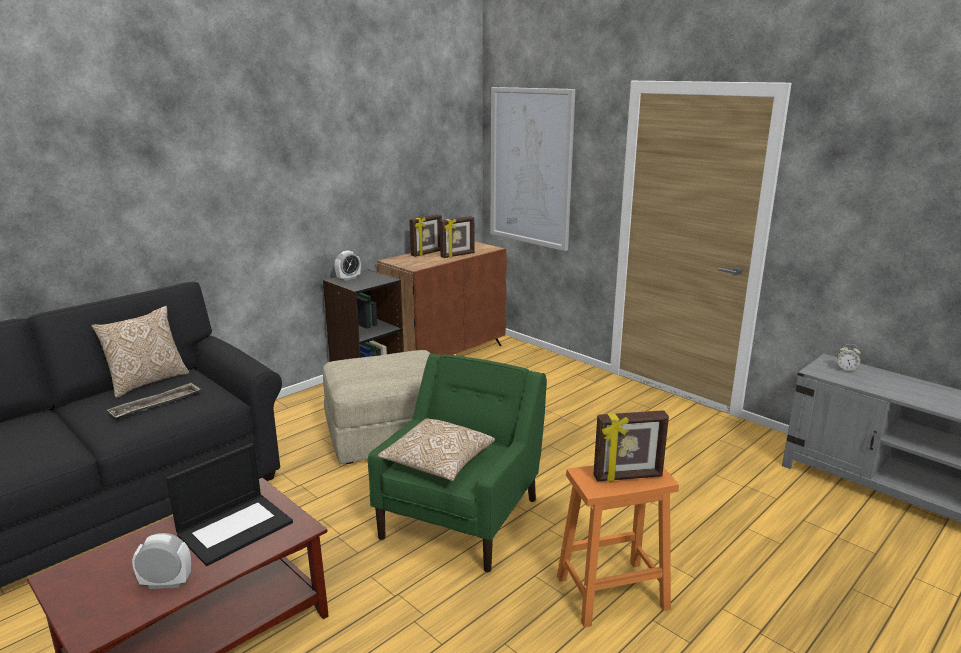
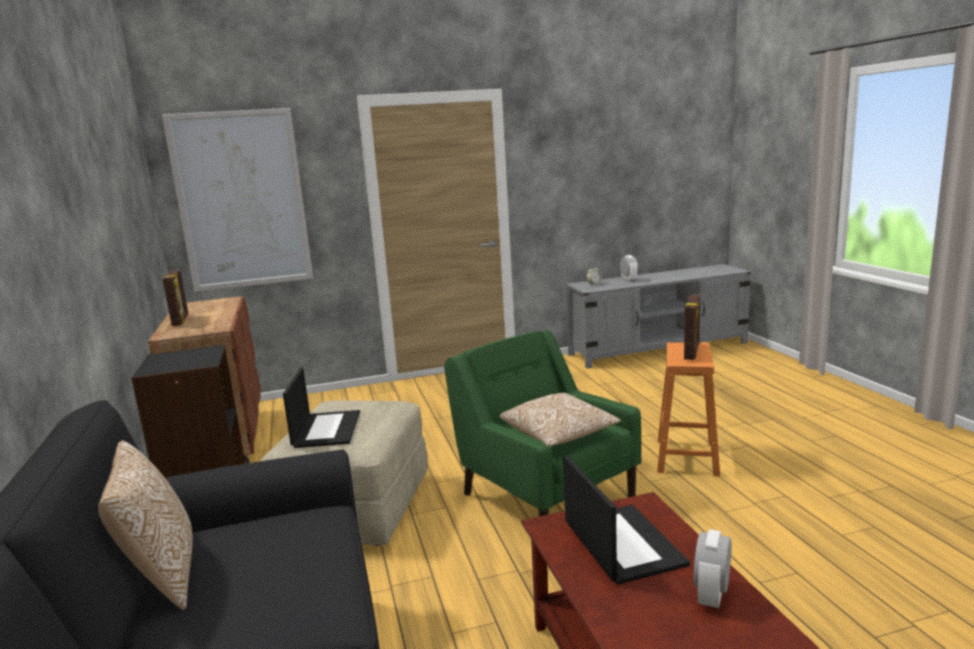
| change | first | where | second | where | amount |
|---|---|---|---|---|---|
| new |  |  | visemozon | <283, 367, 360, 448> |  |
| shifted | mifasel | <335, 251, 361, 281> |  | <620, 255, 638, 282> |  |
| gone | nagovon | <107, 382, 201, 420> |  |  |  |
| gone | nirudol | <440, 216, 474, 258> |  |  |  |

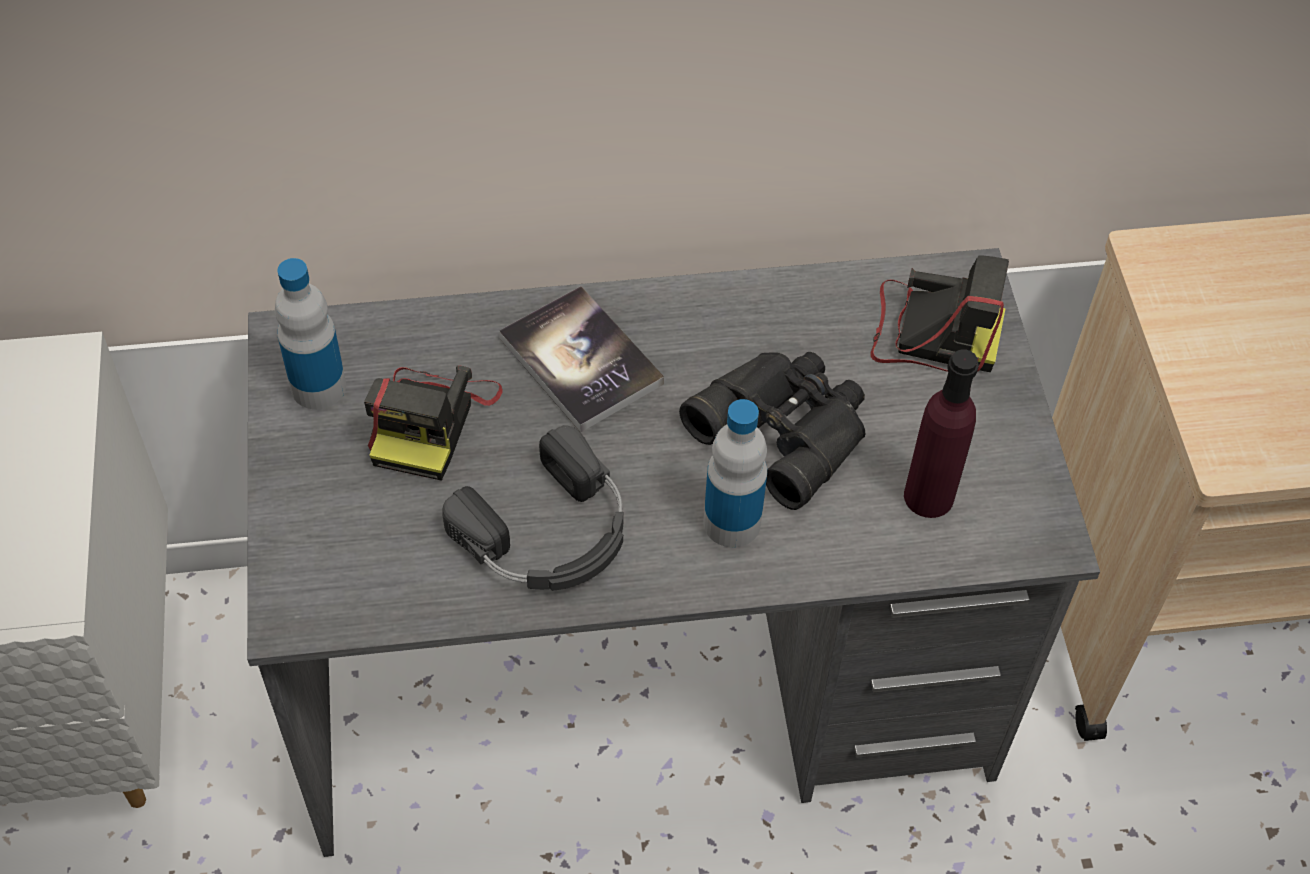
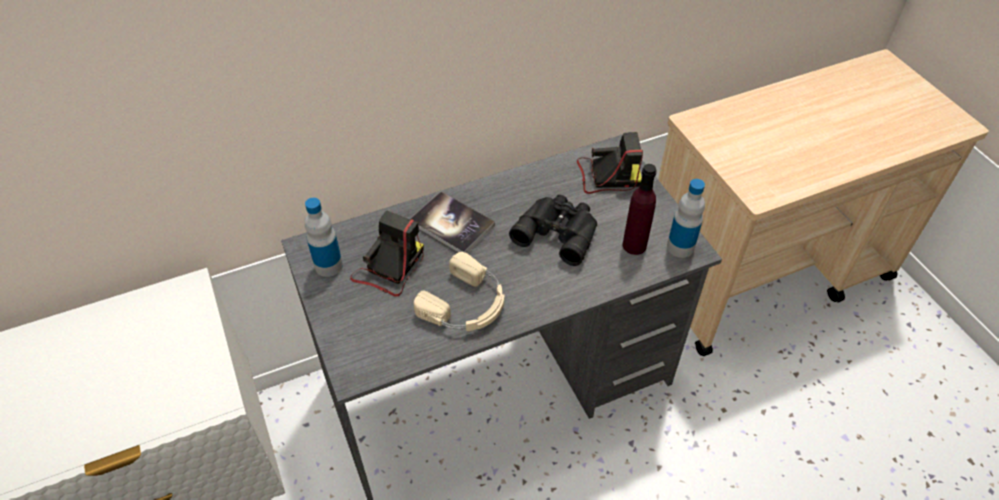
| change | first | where | second | where | amount |
|---|---|---|---|---|---|
| rotated | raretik | <364, 365, 503, 481> |  | <350, 210, 424, 297> | 150 degrees counterclockwise |
| repainted | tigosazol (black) | <442, 425, 623, 591> | tigosazol (beige) | <414, 252, 505, 331> |  |
| shifted | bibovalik | <704, 399, 767, 547> |  | <667, 179, 705, 258> |  |

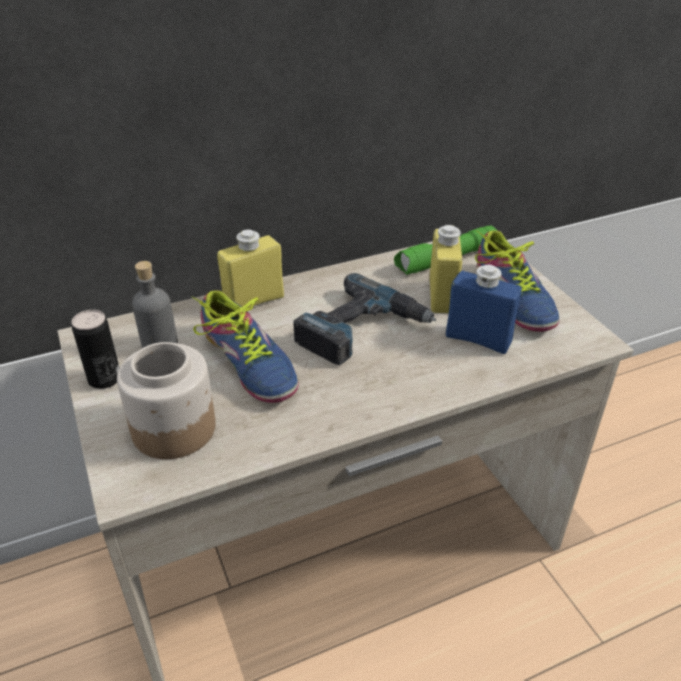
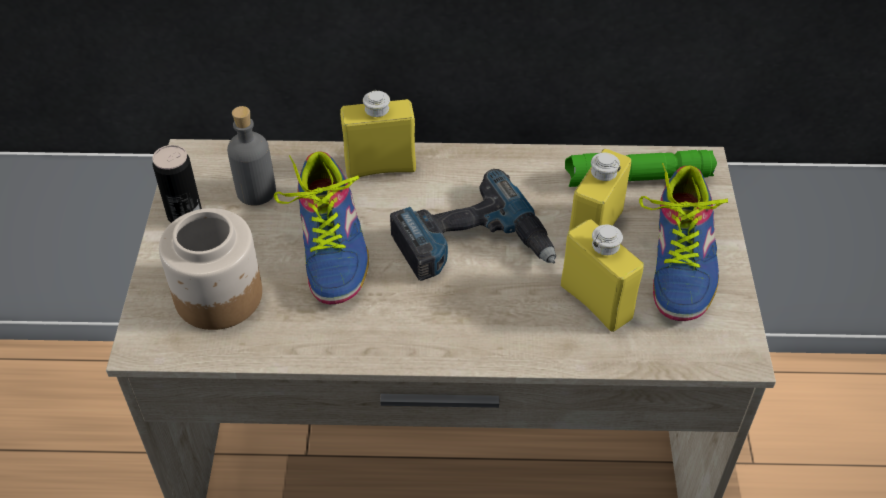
| change | first | where | second | where | amount |
|---|---|---|---|---|---|
| repainted | bibovalik (blue) | <446, 265, 522, 354> | bibovalik (yellow) | <561, 219, 644, 332> |  |

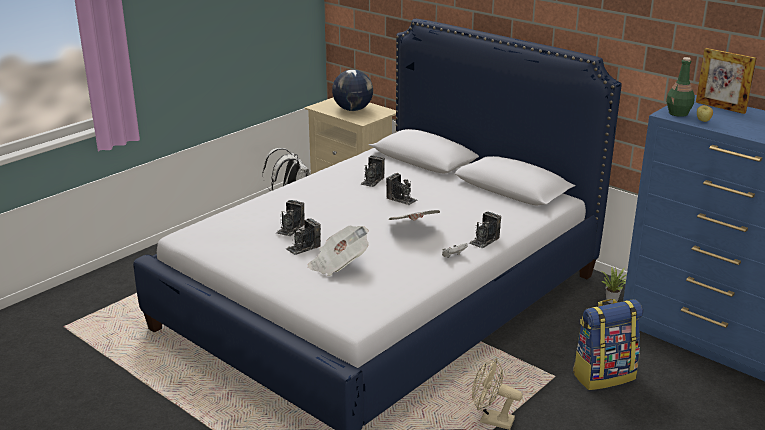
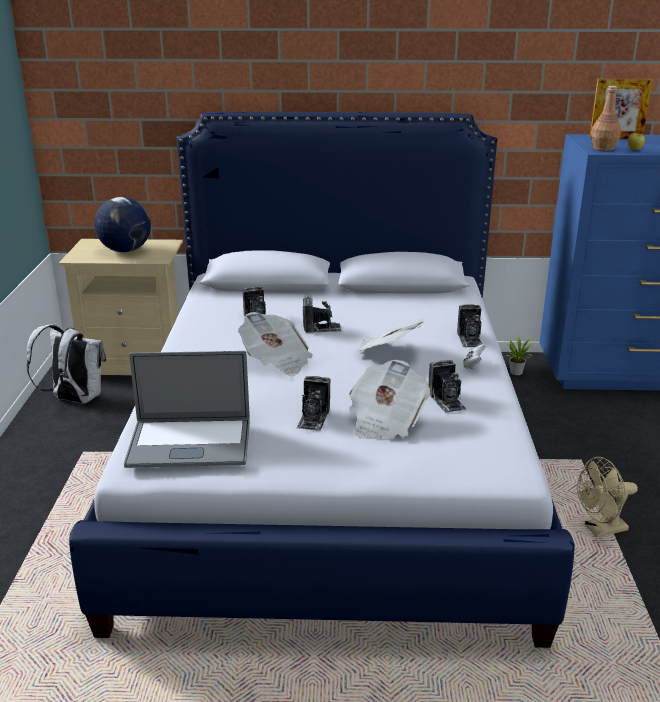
| change | first | where | second | where | amount |
|---|---|---|---|---|---|
| new |  |  | visemozon | <124, 351, 250, 468> |  |
| new |  |  | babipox | <238, 312, 313, 376> |  |
| shifted | raretik | <277, 200, 305, 236> |  | <428, 360, 466, 413> |  |
| repainted | bibovalik (green) | <666, 57, 695, 117> | bibovalik (brown) | <591, 86, 621, 151> |  |
| gone | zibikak | <573, 299, 643, 390> |  |  |  |

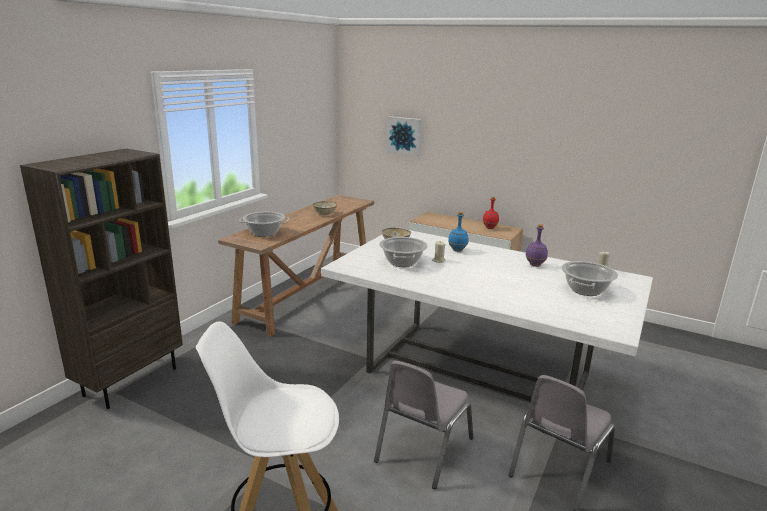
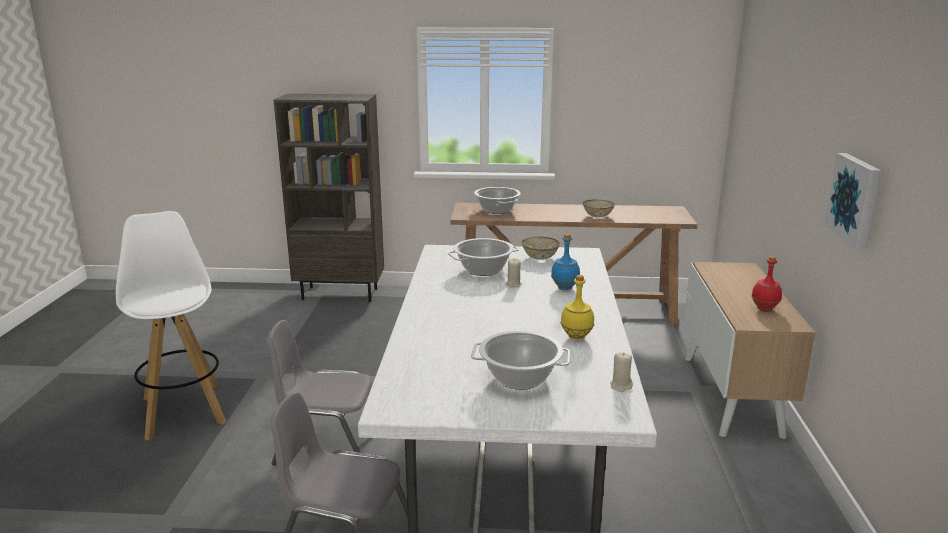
| change | first | where | second | where | amount |
|---|---|---|---|---|---|
| repainted | bibovalik (purple) | <525, 224, 548, 267> | bibovalik (yellow) | <561, 275, 594, 340> |  |
| shifted | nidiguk | <387, 116, 422, 156> |  | <824, 153, 881, 249> |  |

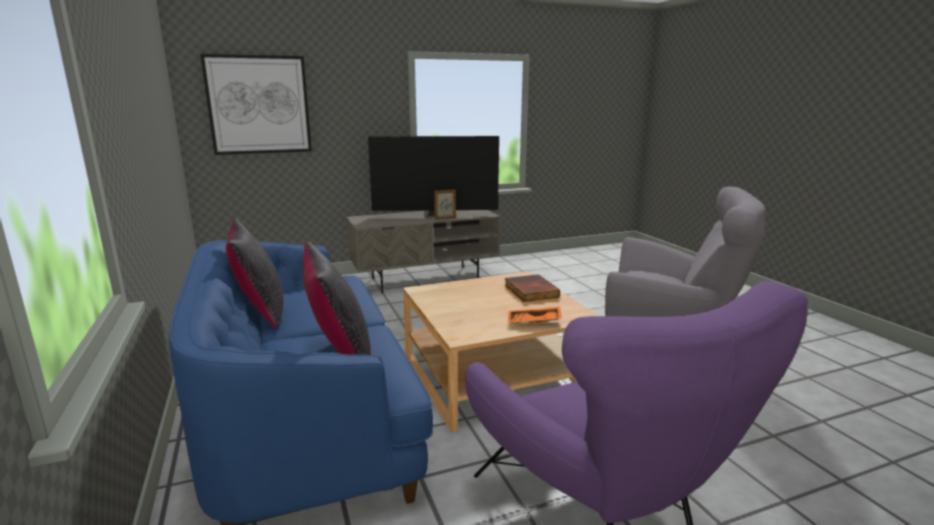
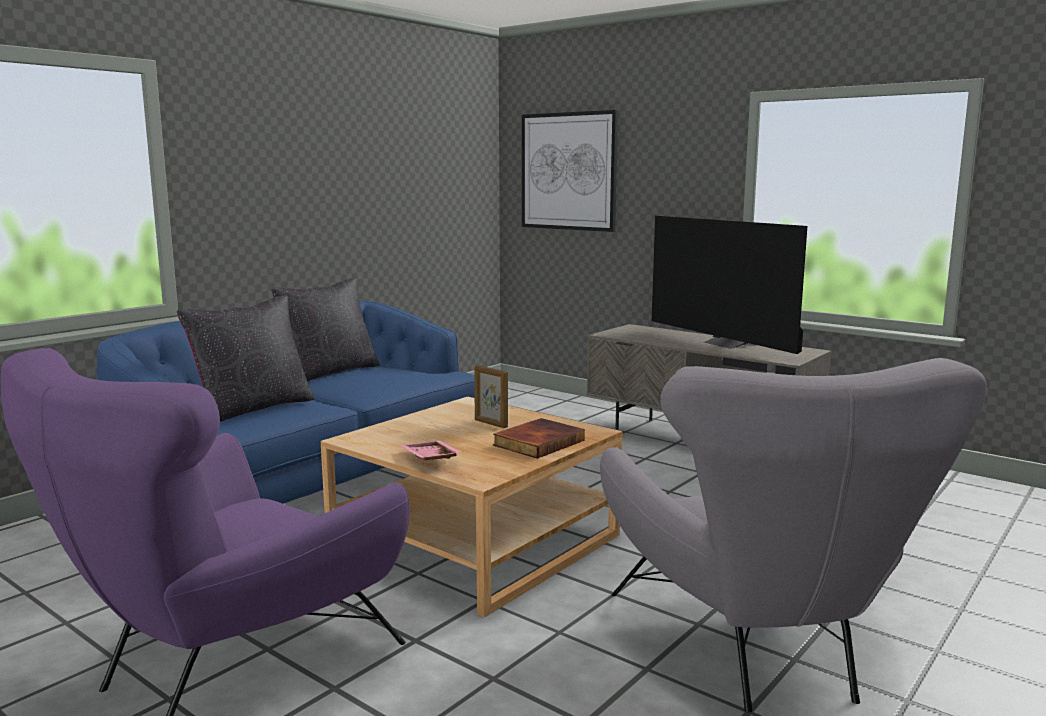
| change | first | where | second | where | amount |
|---|---|---|---|---|---|
| repainted | nagovon (orange) | <508, 307, 562, 323> | nagovon (pink) | <400, 440, 463, 460> |  |
| shifted | nirudol | <434, 190, 456, 219> |  | <474, 365, 508, 428> |  |

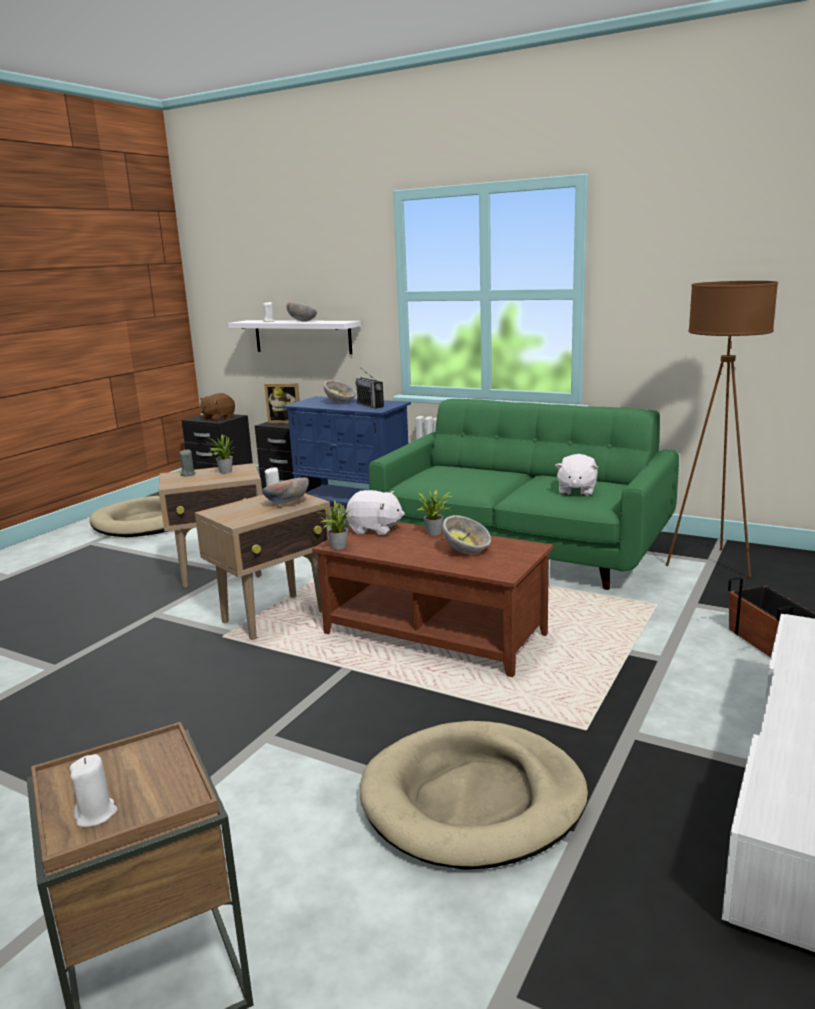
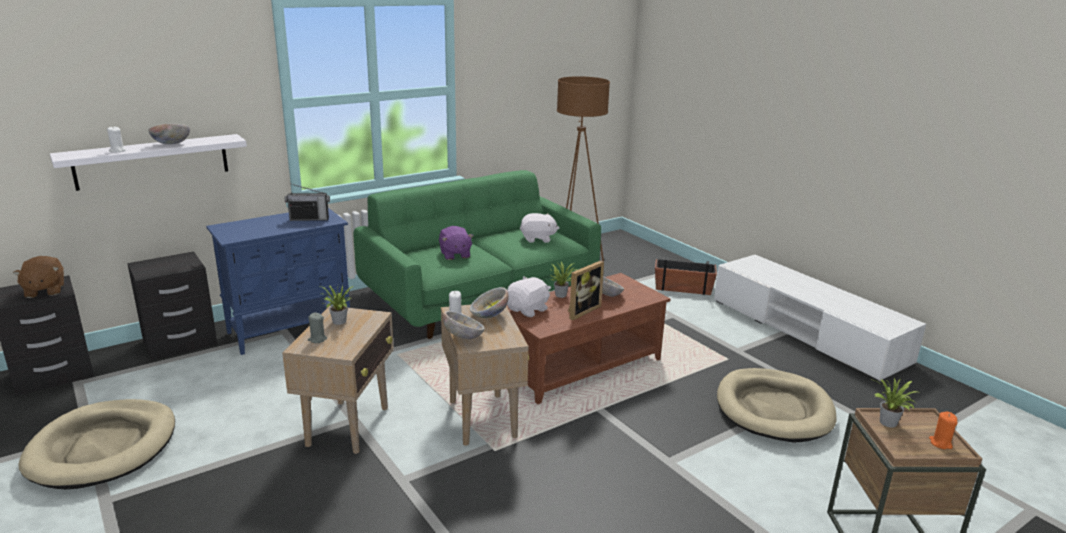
| change | first | where | second | where | amount |
|---|---|---|---|---|---|
| new |  |  | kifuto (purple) | <439, 226, 474, 260> |  |
| shifted | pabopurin | <323, 380, 356, 403> |  | <443, 311, 485, 339> |  |
| rotated | kifuto (white) | <555, 454, 598, 496> |  | <520, 213, 559, 243> | 45 degrees counterclockwise |
| shifted | nirudol | <264, 383, 300, 424> |  | <568, 260, 604, 320> |  |
| shifted | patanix | <316, 500, 350, 550> |  | <870, 378, 917, 428> |  |
| repainted | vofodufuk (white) | <70, 754, 118, 827> | vofodufuk (orange) | <929, 412, 957, 449> |  |

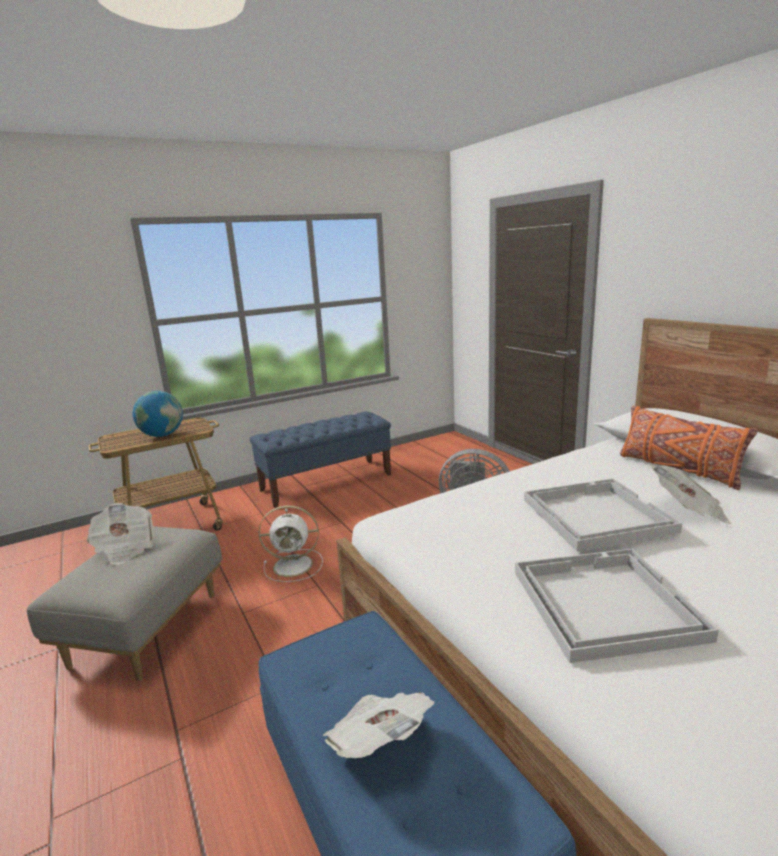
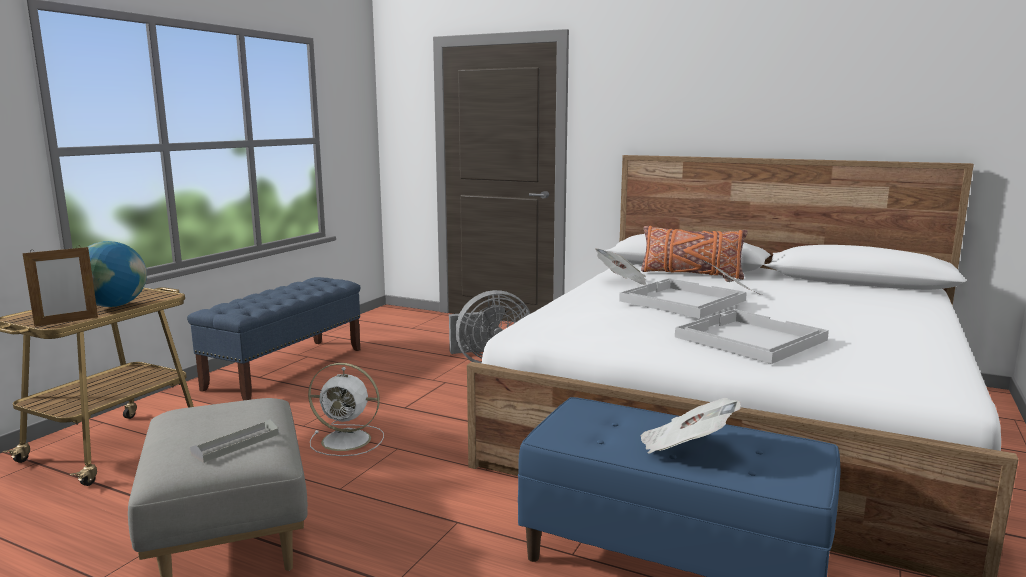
| change | first | where | second | where | amount |
|---|---|---|---|---|---|
| new |  |  | nirudol | <22, 245, 98, 327> |  |
| new |  |  | nagovon (grey) | <190, 419, 279, 463> |  |
| rotated | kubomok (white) | <258, 505, 323, 582> |  | <308, 363, 384, 456> | 45 degrees clockwise |
| shifted | babipox | <87, 503, 154, 565> |  | <595, 248, 647, 285> |  |

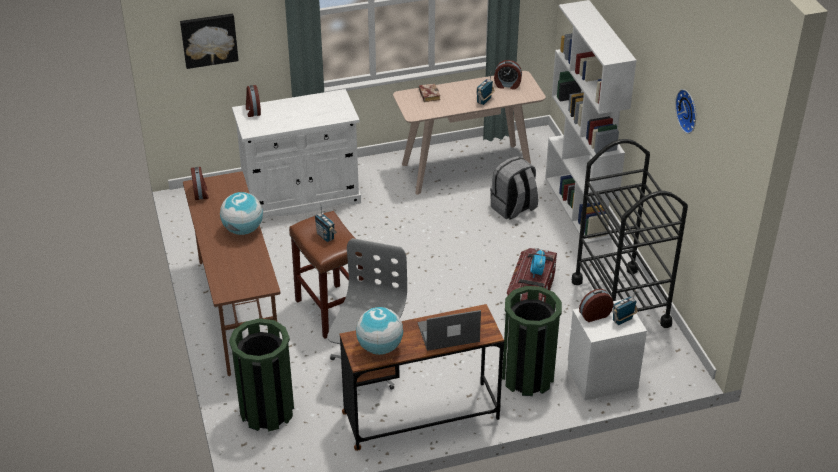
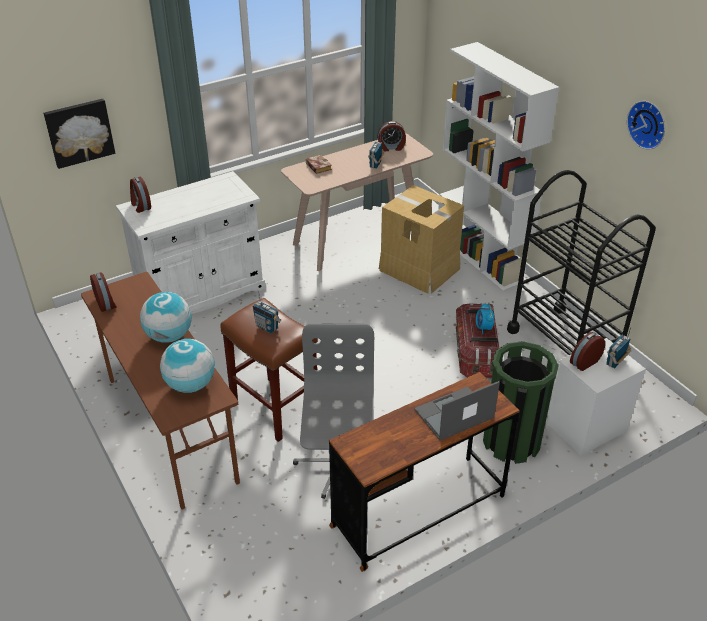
| change | first | where | second | where | amount |
|---|---|---|---|---|---|
| shifted | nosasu | <356, 307, 403, 355> |  | <160, 339, 215, 393> |  |
| swapped | zibikak (grey) | <490, 156, 538, 220> | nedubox | <379, 185, 464, 294> |  |
| gone | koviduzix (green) | <229, 318, 294, 432> |  |  |  |

